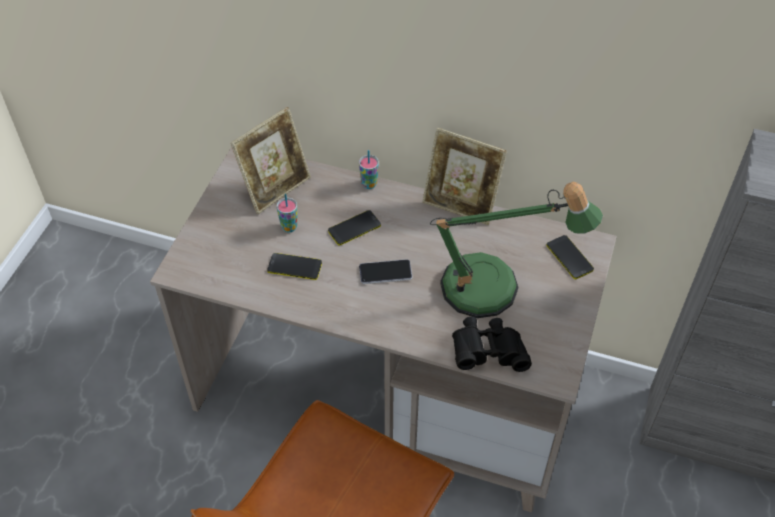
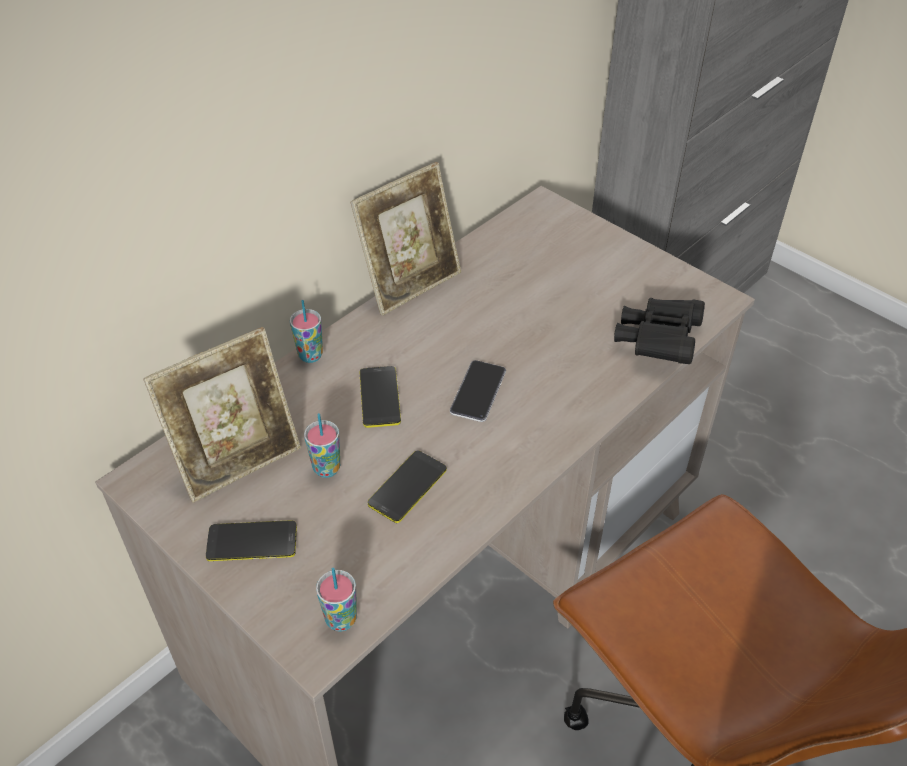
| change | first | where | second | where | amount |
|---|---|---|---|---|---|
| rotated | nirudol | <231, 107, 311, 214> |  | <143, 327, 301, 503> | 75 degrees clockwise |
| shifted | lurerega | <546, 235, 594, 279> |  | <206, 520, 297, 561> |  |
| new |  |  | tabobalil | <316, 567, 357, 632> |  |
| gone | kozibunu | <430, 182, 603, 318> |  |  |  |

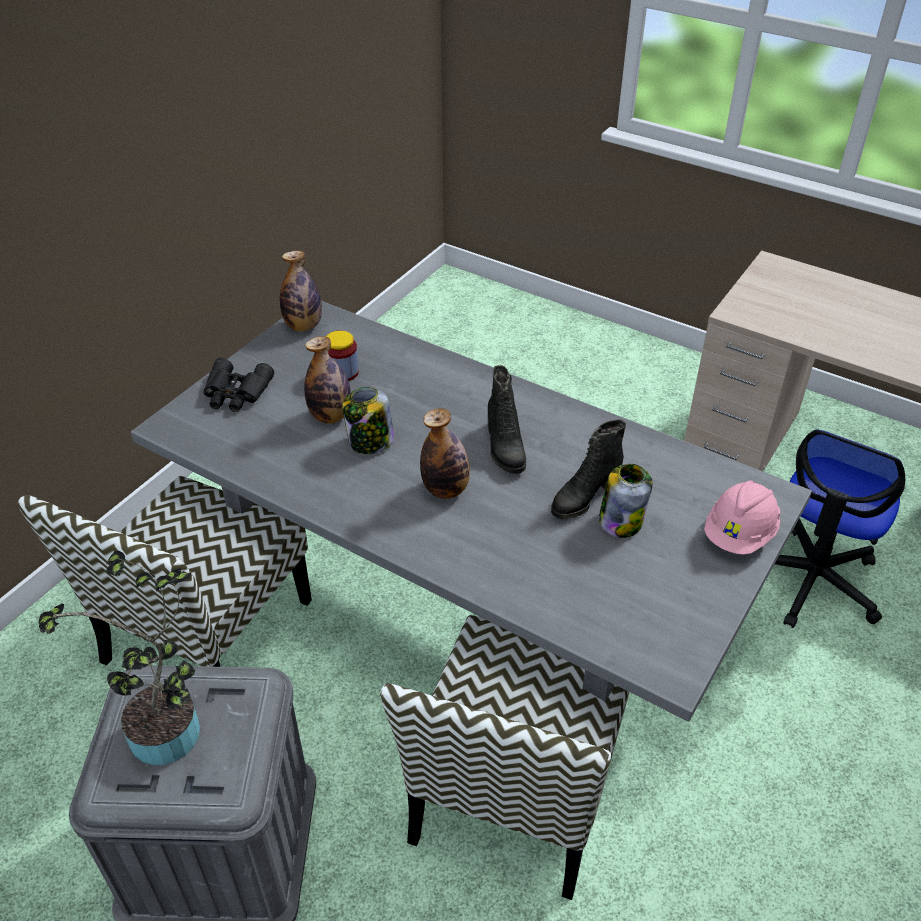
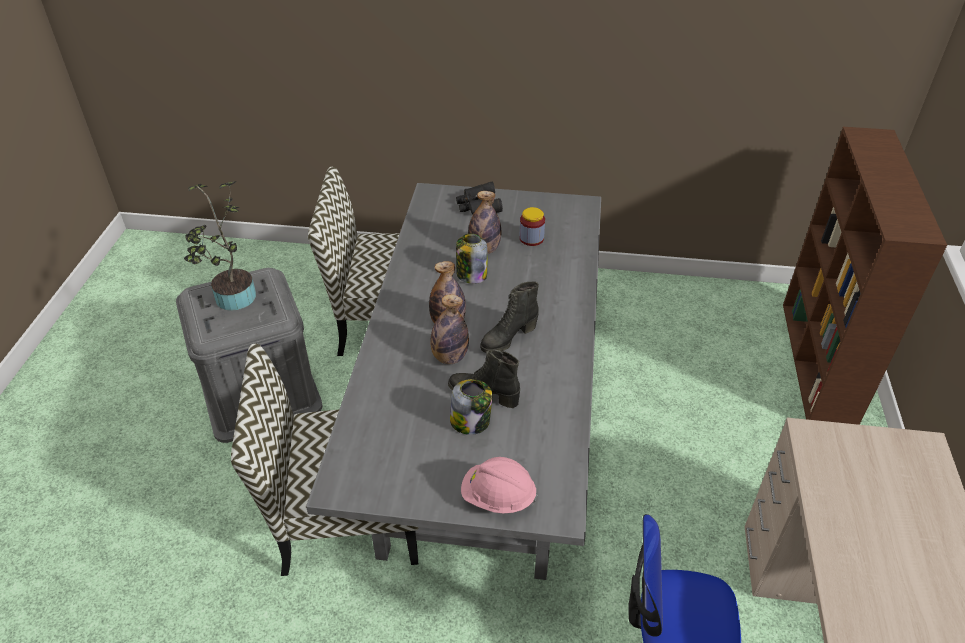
| change | first | where | second | where | amount |
|---|---|---|---|---|---|
| shifted | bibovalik | <280, 251, 322, 332> |  | <430, 294, 469, 364> |  |
| new |  |  | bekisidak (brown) | <783, 127, 947, 425> |  |

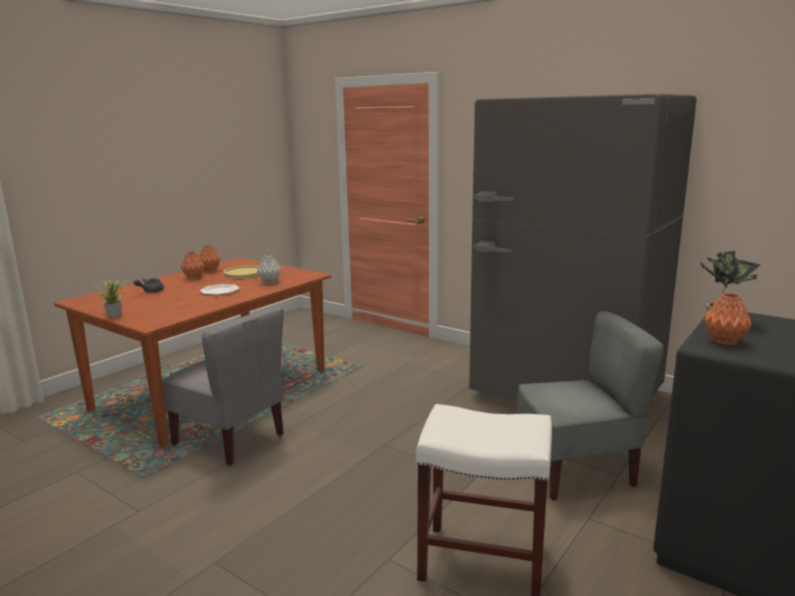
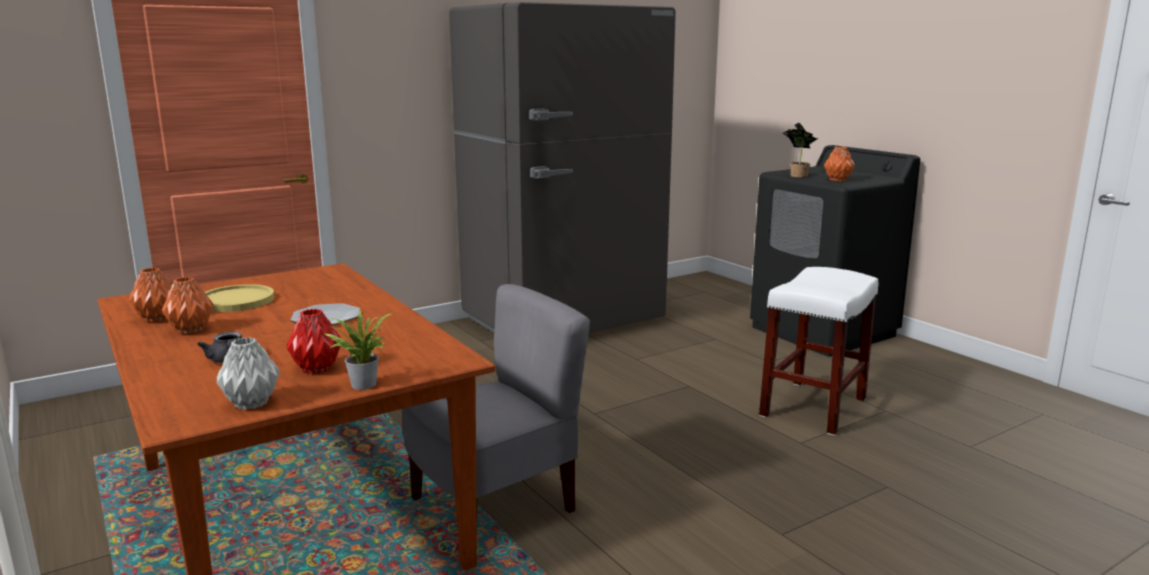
| change | first | where | second | where | amount |
|---|---|---|---|---|---|
| shifted | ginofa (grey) | <257, 255, 281, 284> |  | <216, 337, 280, 410> |  |
| new |  |  | ginofa (red) | <286, 309, 342, 374> |  |
| gone | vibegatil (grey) | <517, 311, 664, 501> |  |  |  |

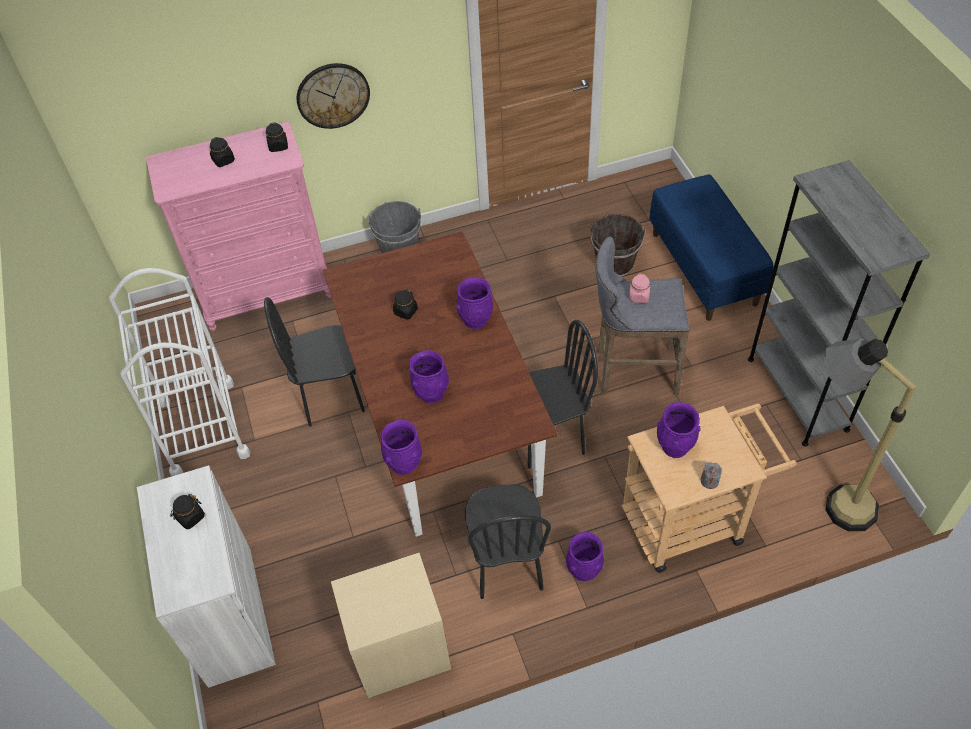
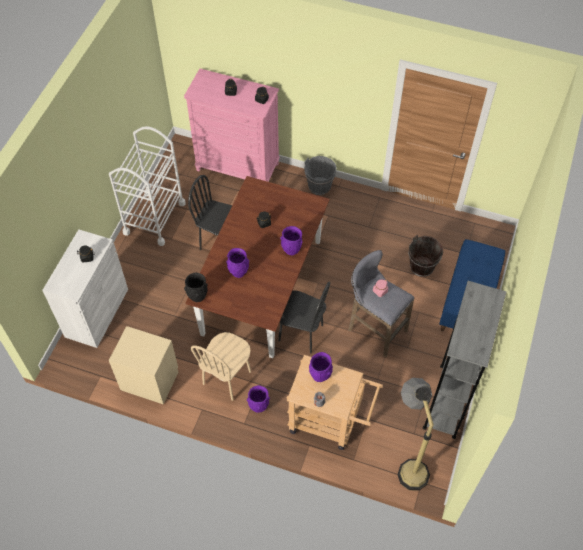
| change | first | where | second | where | amount |
|---|---|---|---|---|---|
| repainted | ginofa (purple) | <381, 420, 422, 475> | ginofa (black) | <184, 273, 208, 302> |  |
| repainted | vibegatil (black) | <465, 484, 551, 599> | vibegatil (beige) | <191, 332, 251, 401> |  |
| gone | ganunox | <296, 63, 370, 129> |  |  |  |

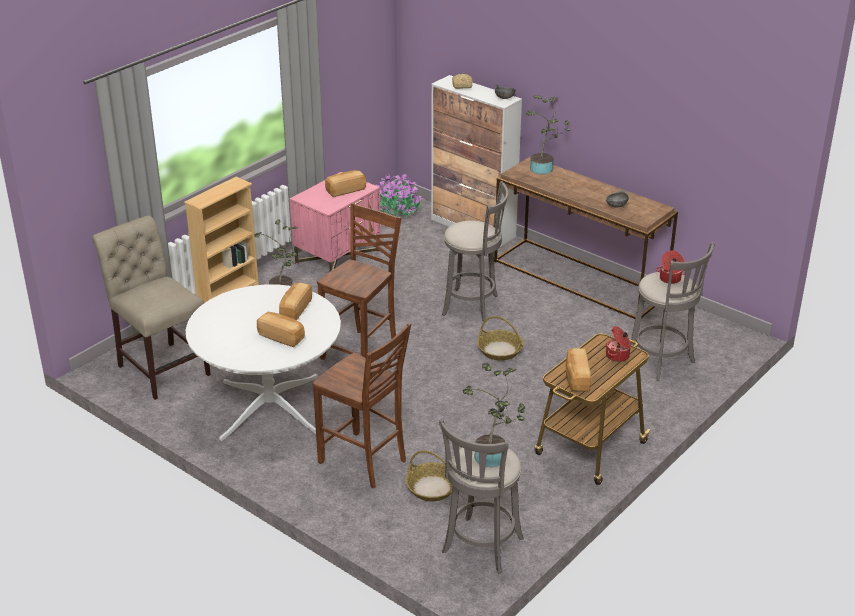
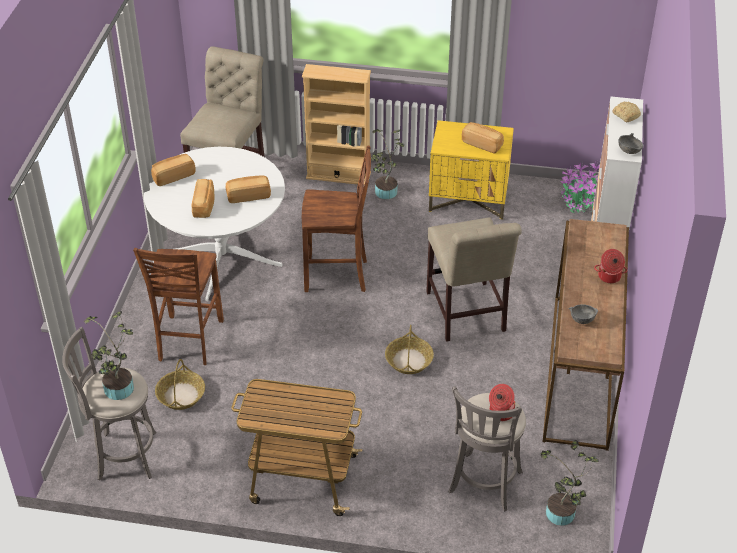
| change | first | where | second | where | amount |
|---|---|---|---|---|---|
| shifted | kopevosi | <566, 348, 591, 392> |  | <151, 154, 195, 186> |  |
| swapped | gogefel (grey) | <442, 181, 508, 322> | vibegatil (beige) | <426, 218, 522, 342> |  |
| repainted | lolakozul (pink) | <289, 172, 381, 272> | lolakozul (yellow) | <429, 120, 514, 220> |  |
| shifted | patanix | <526, 95, 570, 174> |  | <541, 440, 599, 526> |  |
| shifted | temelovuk | <606, 326, 631, 362> |  | <594, 249, 628, 283> |  |

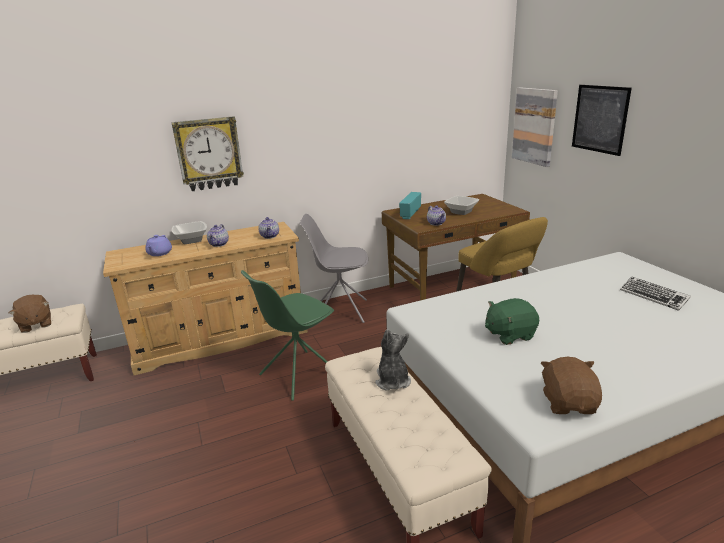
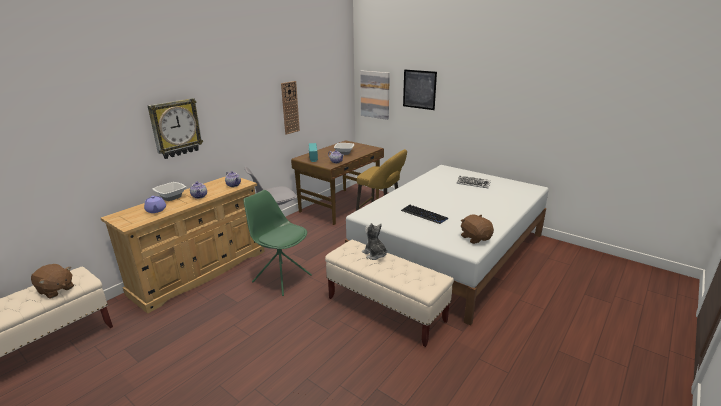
| change | first | where | second | where | amount |
|---|---|---|---|---|---|
| rotated | vibegatil (green) | <241, 270, 334, 401> |  | <244, 190, 312, 296> | 105 degrees clockwise |
| new |  |  | ganunox | <281, 81, 300, 135> |  |
| swapped | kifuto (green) | <485, 298, 539, 345> | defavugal | <401, 205, 448, 224> |  |

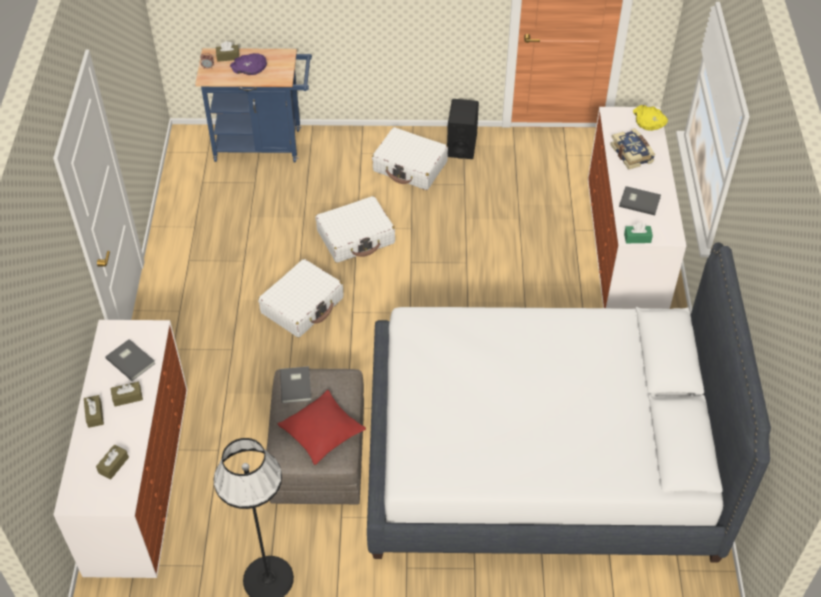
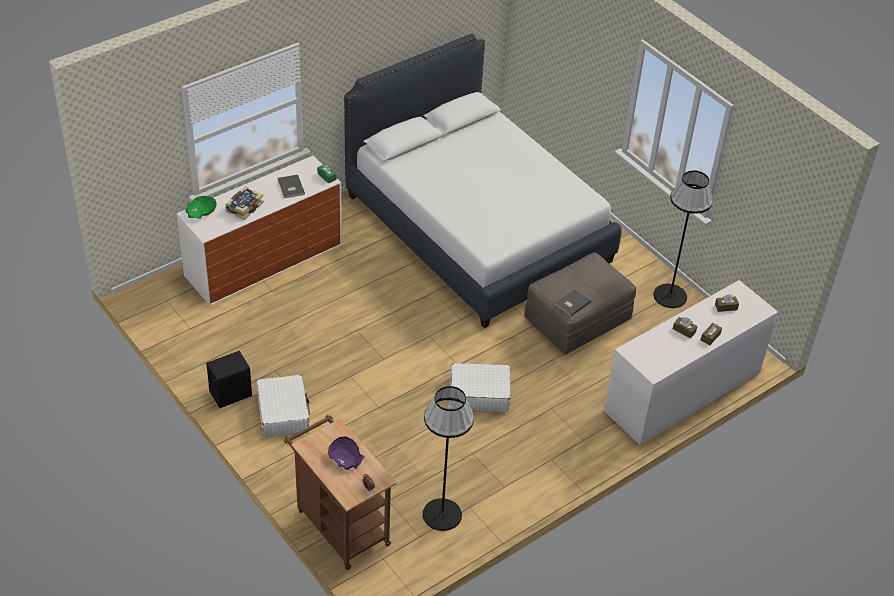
| change | first | where | second | where | amount |
|---|---|---|---|---|---|
| repainted | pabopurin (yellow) | <633, 105, 668, 131> | pabopurin (green) | <185, 196, 217, 219> |  |
| repainted | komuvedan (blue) | <195, 48, 312, 162> | komuvedan (brown) | <284, 415, 397, 570> |  |
| new |  |  | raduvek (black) | <423, 386, 474, 531> |  |
| gone | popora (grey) | <105, 339, 156, 381> |  |  |  |
| gone | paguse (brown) | <216, 41, 239, 62> |  |  |  |
| gone | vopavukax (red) | <277, 390, 366, 465> |  |  |  |
| gone | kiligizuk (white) | <315, 196, 395, 263> |  |  |  |

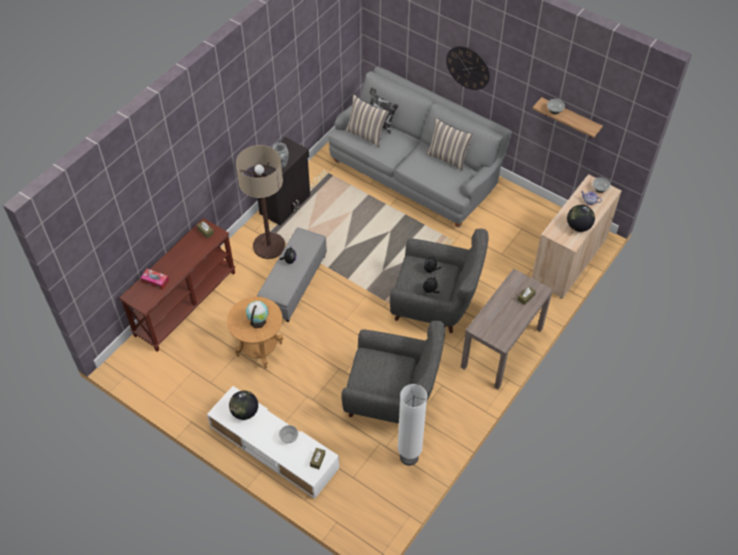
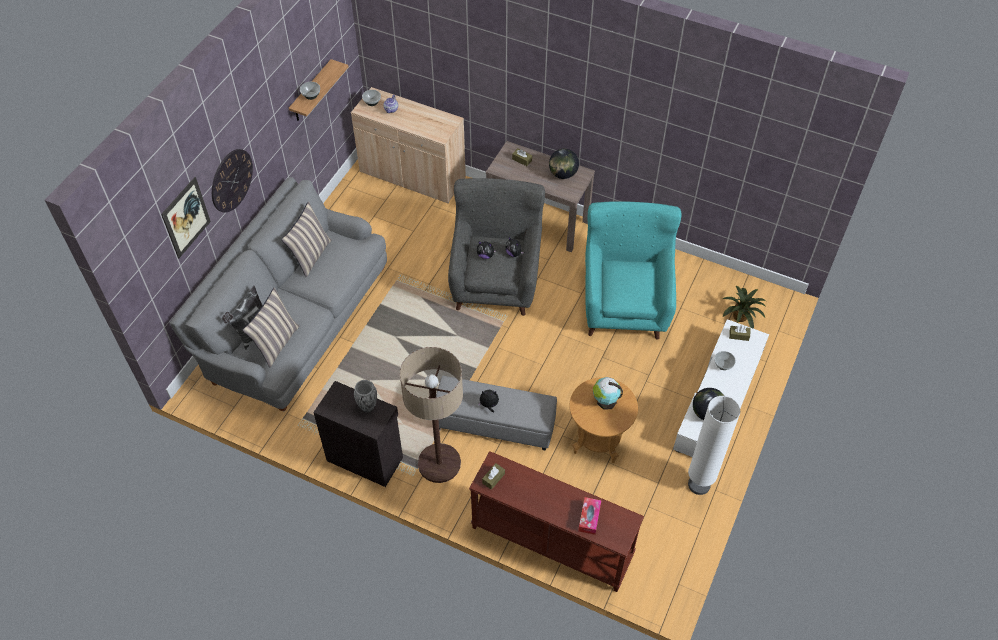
| change | first | where | second | where | amount |
|---|---|---|---|---|---|
| new |  |  | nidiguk | <161, 177, 211, 258> |  |
| shifted | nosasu | <567, 205, 595, 232> |  | <549, 149, 579, 179> |  |
| repainted | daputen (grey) | <341, 321, 445, 424> | daputen (turquoise) | <585, 201, 681, 340> |  |
| shifted | raduvek (white) | <397, 384, 427, 466> |  | <688, 396, 740, 495> |  |
| new |  |  | patanix | <723, 286, 766, 329> |  |

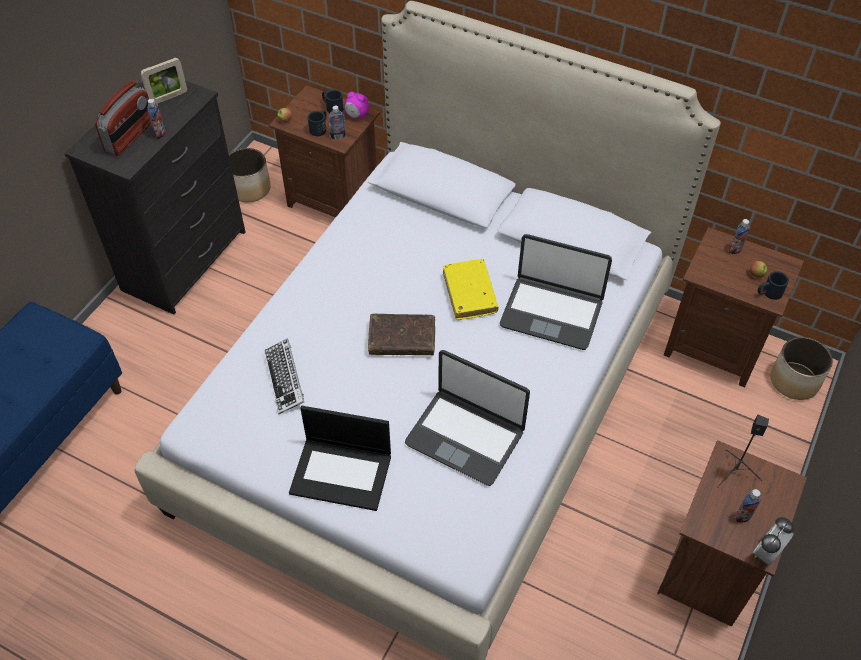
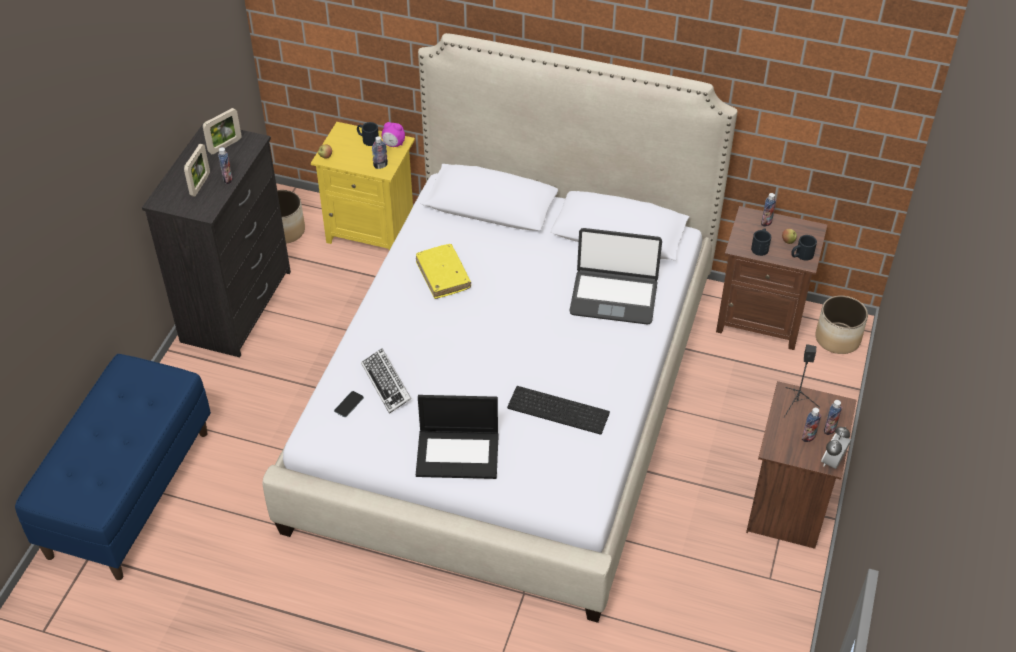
| change | first | where | second | where | amount |
|---|---|---|---|---|---|
| swapped | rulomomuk | <95, 80, 151, 156> | nirudol | <184, 144, 210, 197> |  |
| repainted | lolakozul (brown) | <269, 85, 380, 217> | lolakozul (yellow) | <311, 122, 415, 251> |  |
| new |  |  | lurerega | <334, 391, 364, 417> |  |
| shifted | popora (yellow) | <443, 259, 499, 320> |  | <416, 244, 471, 299> |  |
| swapped | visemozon | <405, 350, 530, 486> | defavugal | <507, 386, 610, 435> |  |
| shifted | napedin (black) | <308, 110, 327, 136> |  | <751, 228, 771, 256> |  |
| new |  |  | bibovalik | <824, 400, 842, 435> |  |
| gone | popora (brown) | <368, 314, 435, 355> |  |  |  |

